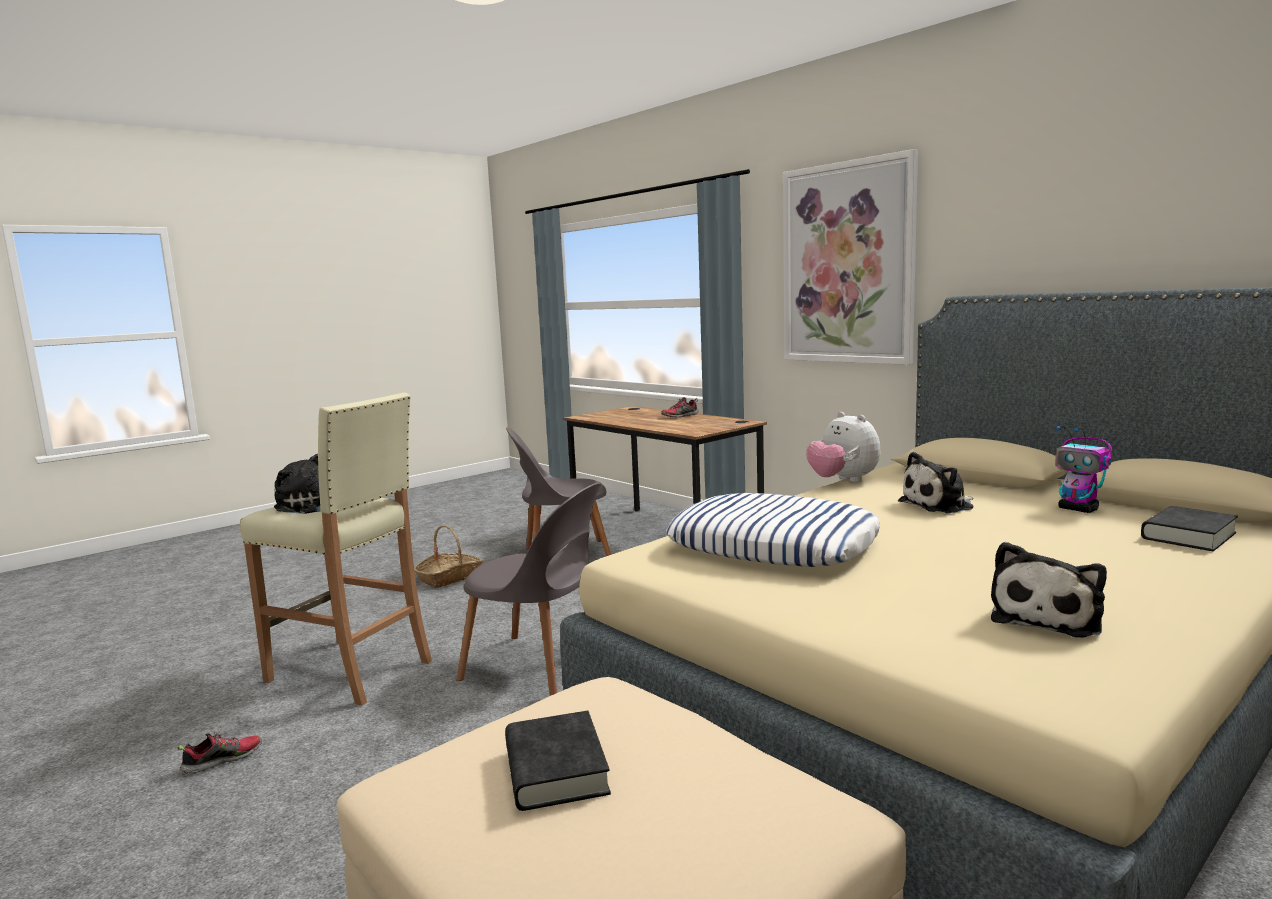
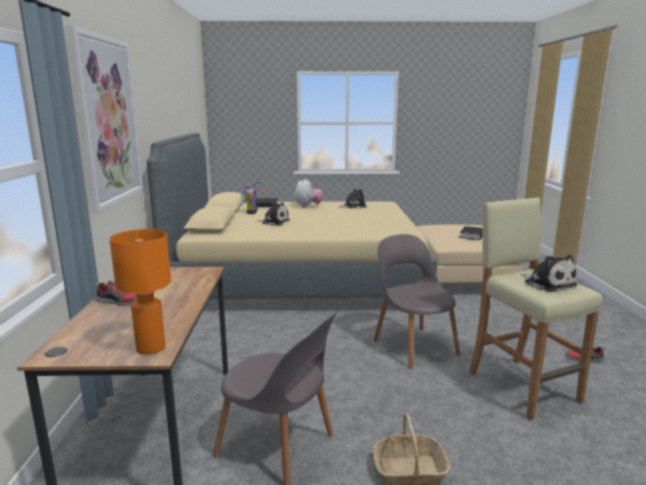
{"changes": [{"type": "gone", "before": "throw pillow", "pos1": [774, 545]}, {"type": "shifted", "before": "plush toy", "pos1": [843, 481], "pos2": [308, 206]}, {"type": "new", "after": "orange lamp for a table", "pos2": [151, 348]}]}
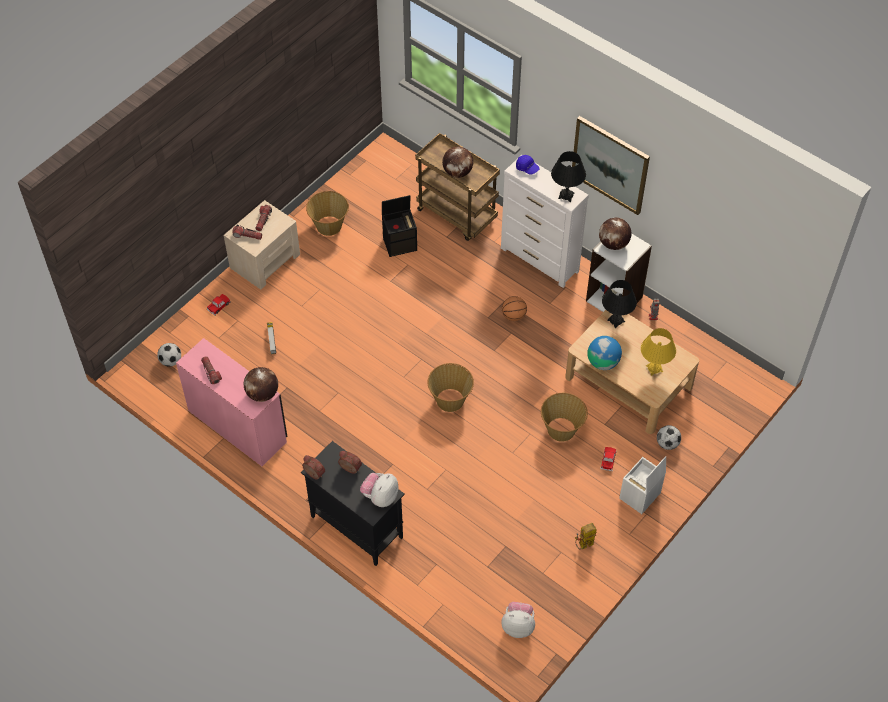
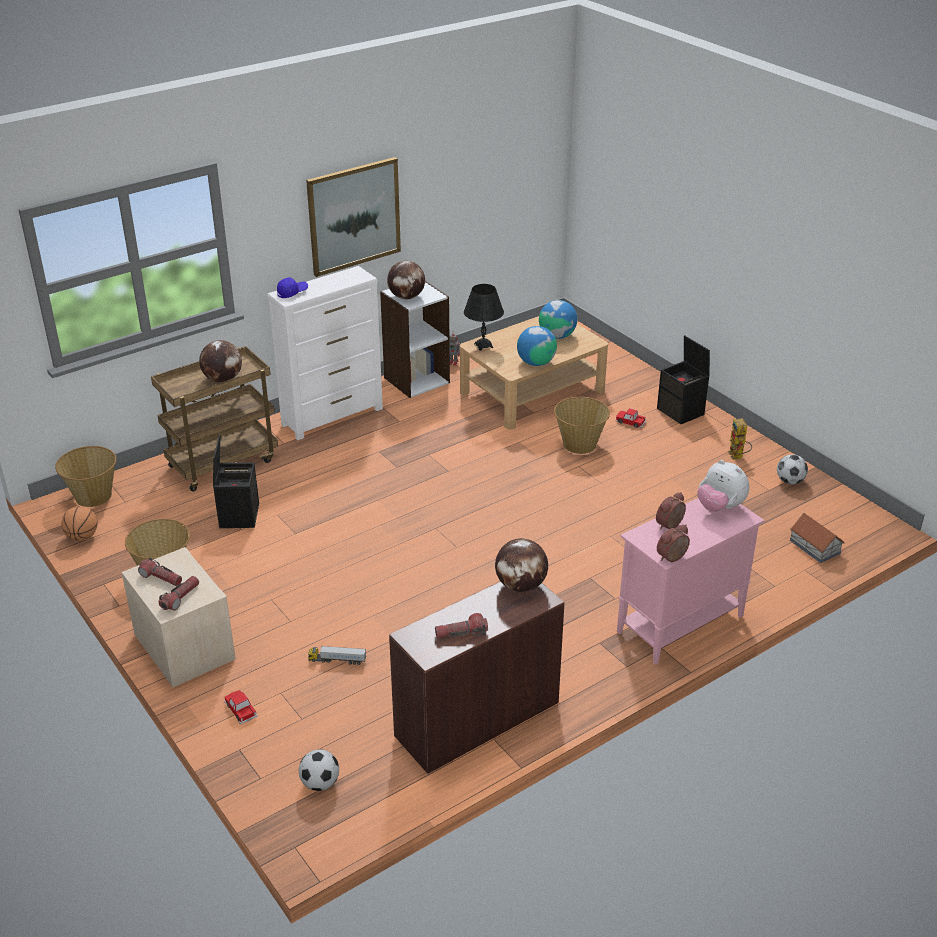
{"changes": [{"type": "repainted", "before": "pinkish desk table", "after": "brownish desk table", "pos1": [238, 425], "pos2": [476, 718]}, {"type": "repainted", "before": "blackish cabinet", "after": "pinkish cabinet", "pos1": [356, 526], "pos2": [679, 625]}, {"type": "shifted", "before": "storage basket", "pos1": [450, 399], "pos2": [93, 496]}, {"type": "gone", "before": "plush toy", "pos1": [518, 626]}, {"type": "shifted", "before": "basketball ball", "pos1": [513, 316], "pos2": [82, 537]}, {"type": "gone", "before": "blackish lamp for a table", "pos1": [566, 196]}, {"type": "repainted", "before": "white storage bin", "after": "blackish storage bin", "pos1": [640, 496], "pos2": [681, 411]}, {"type": "swapped", "before": "yellow-coloured lamp for a table", "after": "world globe", "pos1": [654, 368], "pos2": [557, 336]}, {"type": "shifted", "before": "football", "pos1": [667, 443], "pos2": [790, 481]}, {"type": "new", "after": "model house", "pos2": [815, 547]}]}
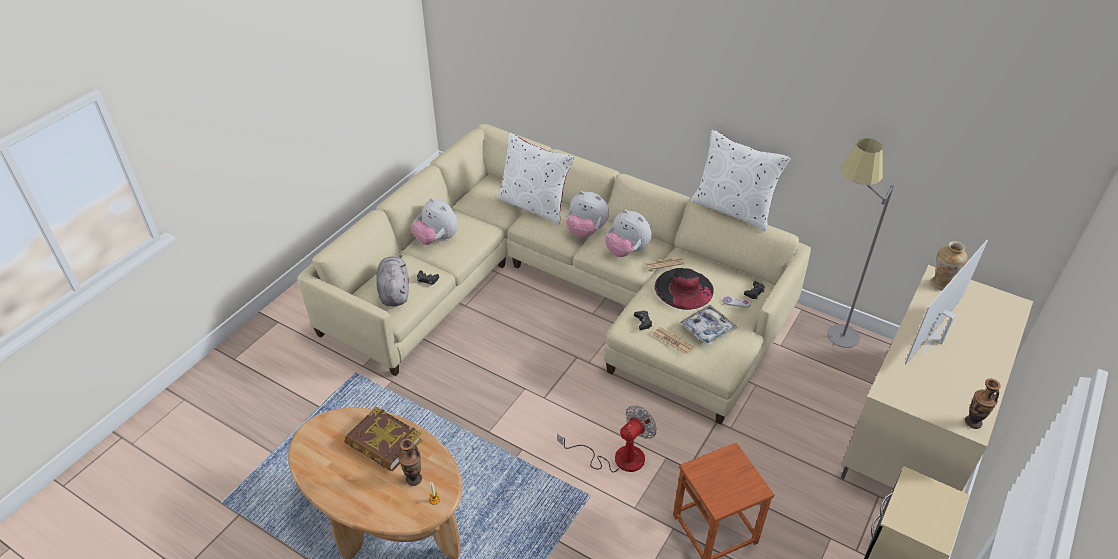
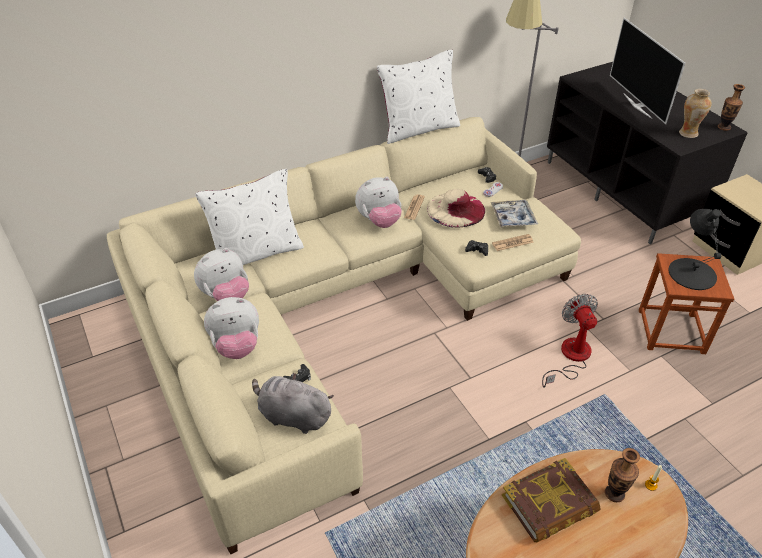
{"changes": [{"type": "shifted", "before": "plush toy", "pos1": [586, 231], "pos2": [226, 296]}, {"type": "repainted", "before": "blackish clothing hat", "after": "sand-coloured clothing hat", "pos1": [684, 288], "pos2": [455, 209]}, {"type": "repainted", "before": "sand-coloured tv stand", "after": "blackish tv stand", "pos1": [917, 431], "pos2": [625, 190]}, {"type": "shifted", "before": "decorative vase", "pos1": [940, 284], "pos2": [688, 133]}, {"type": "new", "after": "blackish lamp for a table", "pos2": [692, 273]}]}
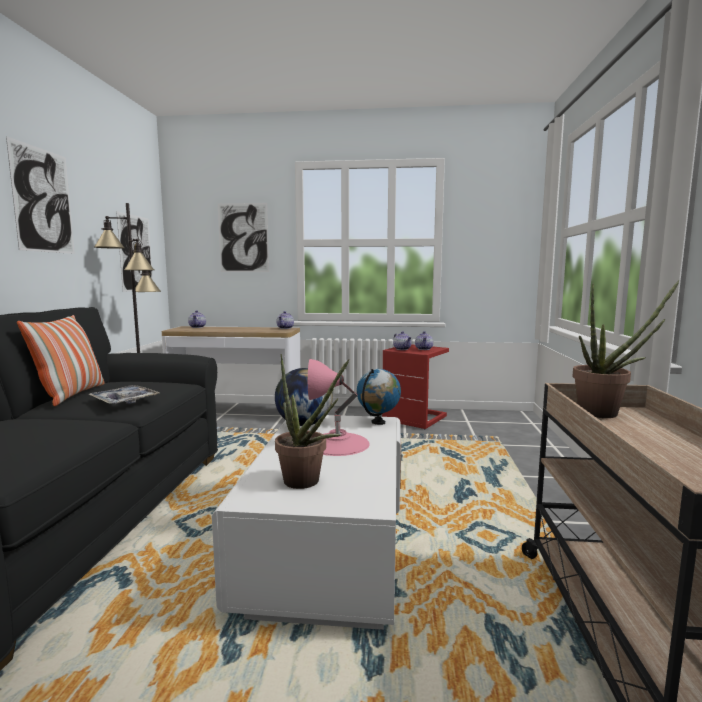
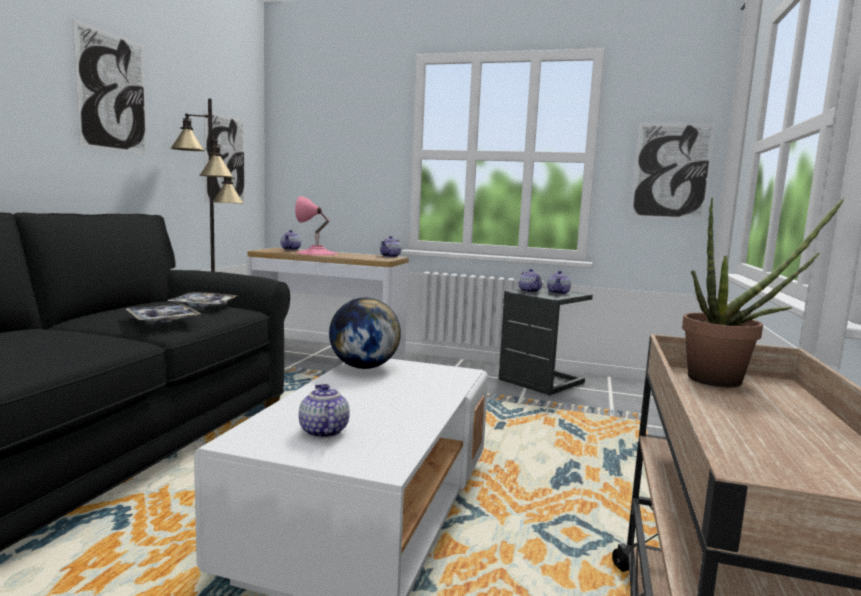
{"changes": [{"type": "gone", "before": "throw pillow", "pos1": [71, 395]}, {"type": "shifted", "before": "wall art", "pos1": [243, 238], "pos2": [671, 171]}, {"type": "swapped", "before": "plant in a pot", "after": "pot for tea", "pos1": [307, 483], "pos2": [322, 431]}, {"type": "shifted", "before": "pinkish lamp for a table", "pos1": [337, 443], "pos2": [316, 253]}, {"type": "gone", "before": "world globe", "pos1": [378, 422]}, {"type": "repainted", "before": "reddish side table", "after": "greyish side table", "pos1": [416, 418], "pos2": [543, 382]}, {"type": "new", "after": "tray", "pos2": [203, 305]}]}
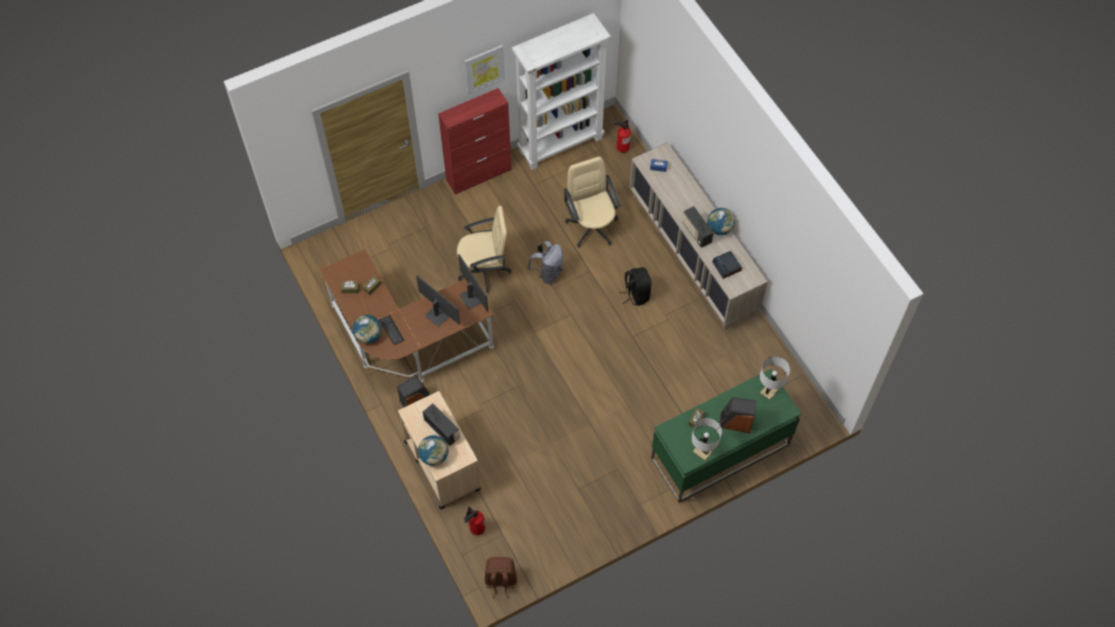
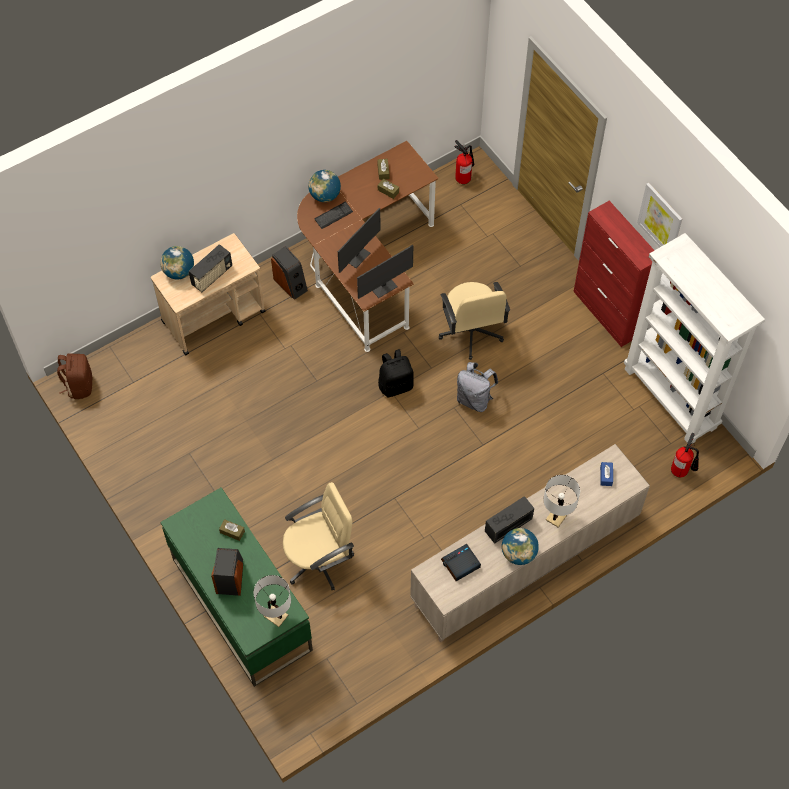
{"changes": [{"type": "shifted", "before": "fire-fighting cylinder", "pos1": [475, 527], "pos2": [464, 177]}, {"type": "shifted", "before": "sand-coloured office chair", "pos1": [592, 226], "pos2": [319, 560]}, {"type": "shifted", "before": "blackish backpack", "pos1": [636, 294], "pos2": [396, 385]}, {"type": "shifted", "before": "white lamp for a table", "pos1": [702, 451], "pos2": [556, 516]}]}
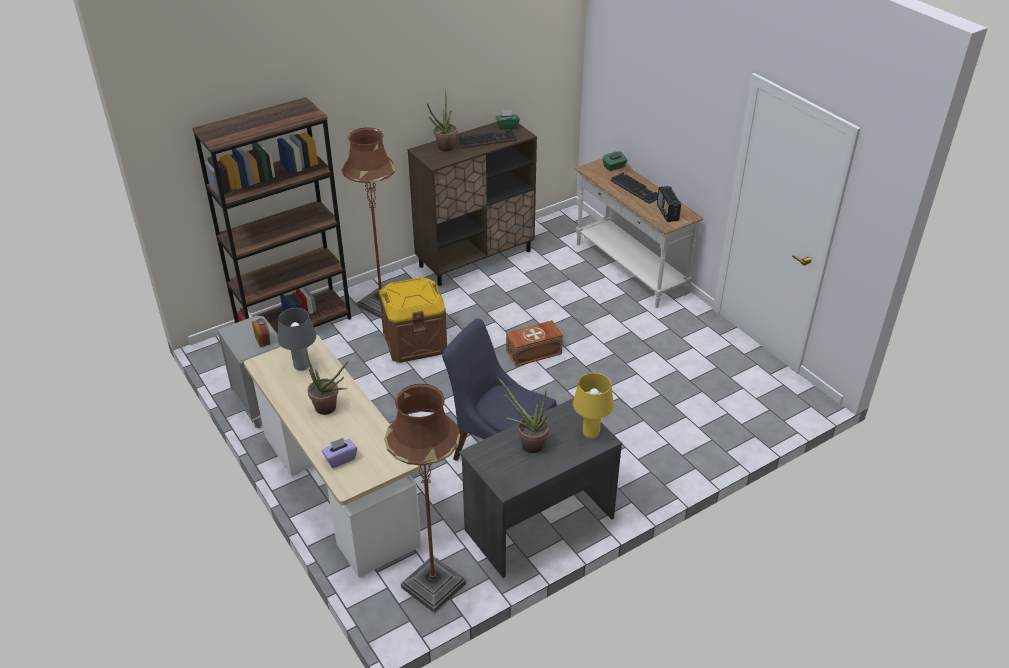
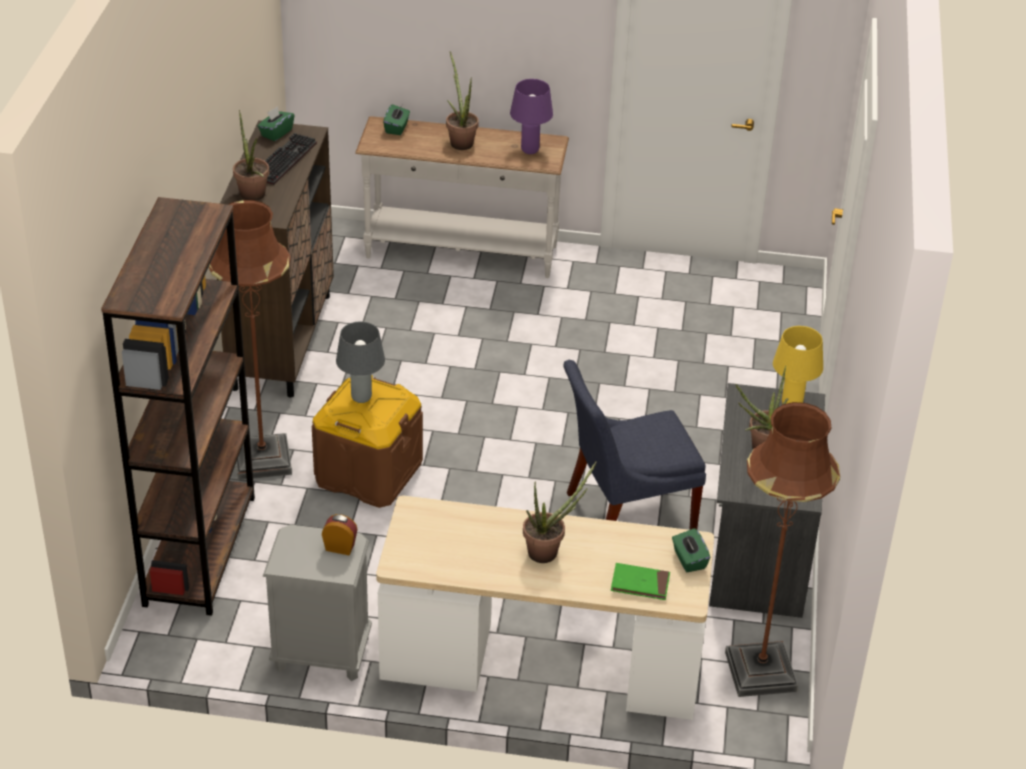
{"changes": [{"type": "shifted", "before": "greyish lamp for a table", "pos1": [301, 367], "pos2": [361, 398]}, {"type": "swapped", "before": "purple box of tissues", "after": "green volume", "pos1": [340, 459], "pos2": [640, 584]}, {"type": "gone", "before": "brownish storage bin", "pos1": [535, 353]}, {"type": "swapped", "before": "computer keyboard", "after": "plant in a pot", "pos1": [636, 189], "pos2": [460, 141]}, {"type": "swapped", "before": "radio receiver", "after": "purple lamp for a table", "pos1": [667, 213], "pos2": [530, 150]}, {"type": "new", "after": "green box of tissues", "pos2": [689, 560]}]}
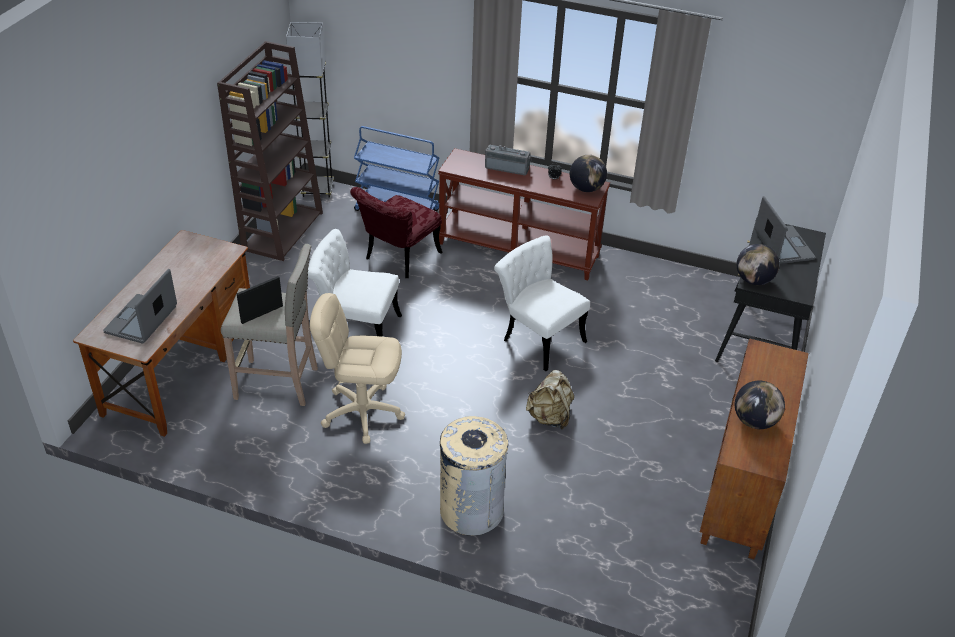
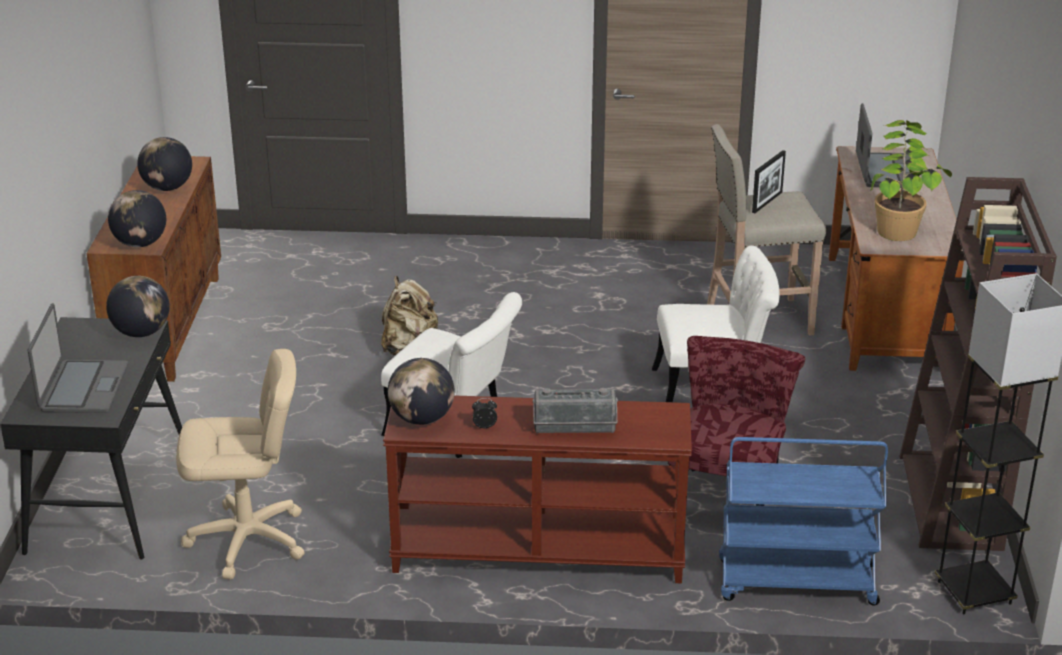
{"changes": [{"type": "shifted", "before": "sand-coloured office chair", "pos1": [362, 412], "pos2": [248, 540]}, {"type": "gone", "before": "sand-coloured trash can", "pos1": [471, 510]}, {"type": "rotated", "before": "portable computer", "pos1": [782, 246], "pos2": [83, 388], "turn": -150}, {"type": "new", "after": "world globe", "pos2": [140, 243]}, {"type": "new", "after": "plant in a pot", "pos2": [899, 223]}]}
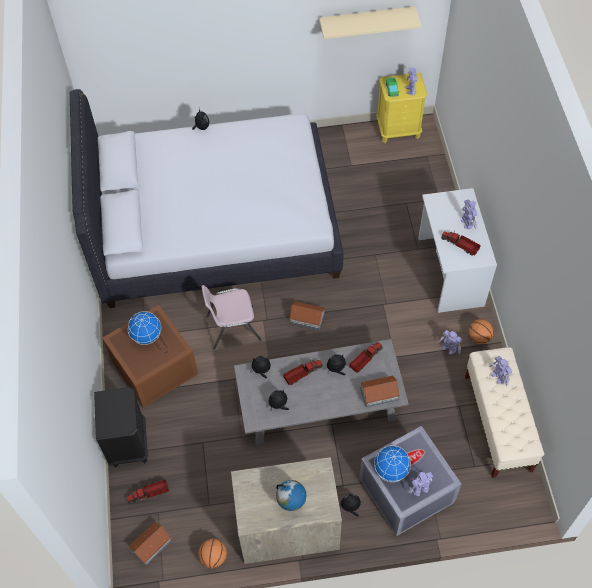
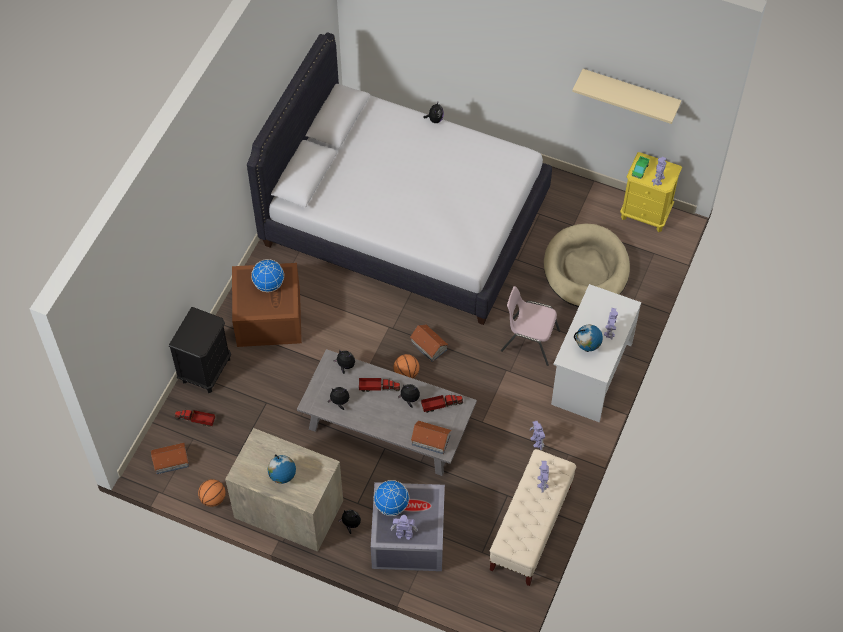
{"changes": [{"type": "shifted", "before": "pinkish chair", "pos1": [232, 327], "pos2": [529, 340]}, {"type": "swapped", "before": "toy lorry", "after": "world globe", "pos1": [460, 245], "pos2": [587, 348]}, {"type": "shifted", "before": "basketball ball", "pos1": [479, 337], "pos2": [406, 373]}, {"type": "new", "after": "sand-coloured dog cushion", "pos2": [586, 269]}]}
